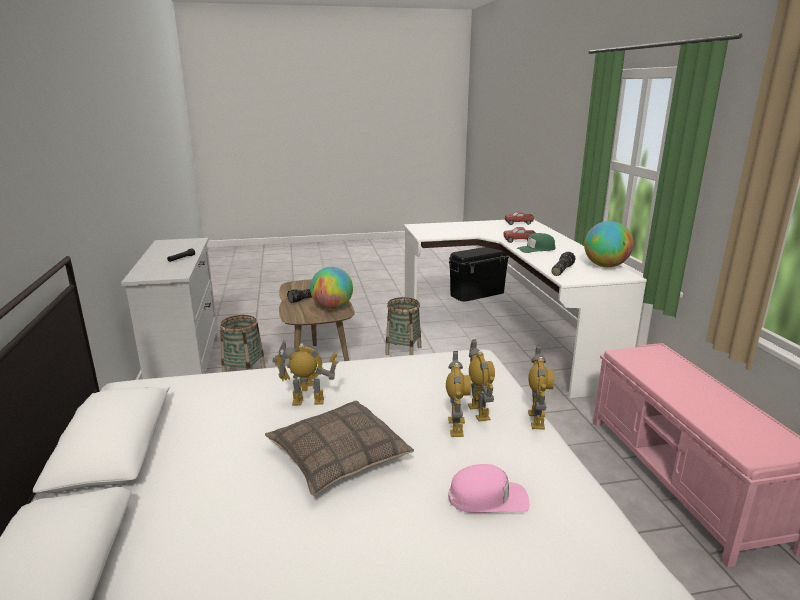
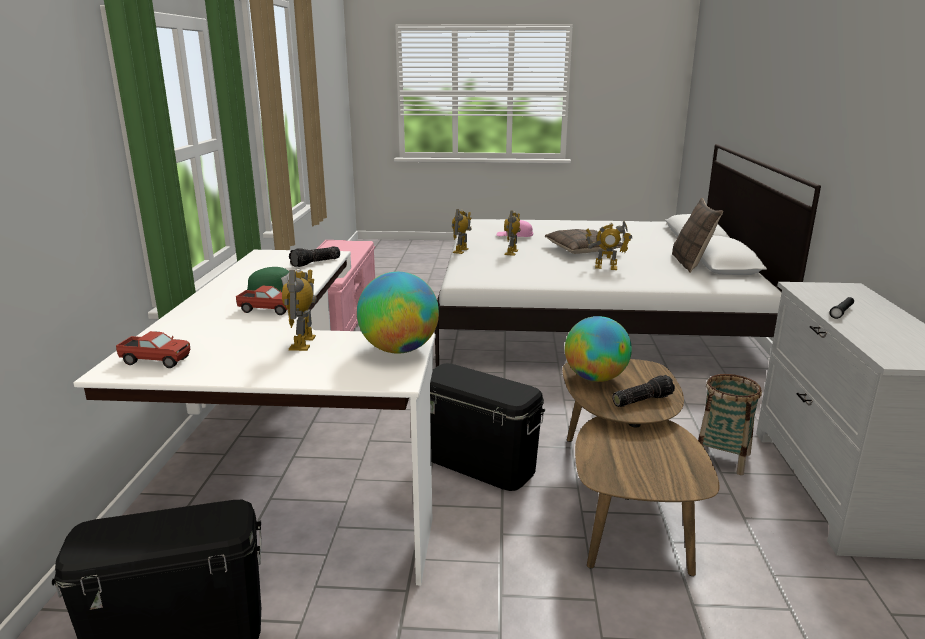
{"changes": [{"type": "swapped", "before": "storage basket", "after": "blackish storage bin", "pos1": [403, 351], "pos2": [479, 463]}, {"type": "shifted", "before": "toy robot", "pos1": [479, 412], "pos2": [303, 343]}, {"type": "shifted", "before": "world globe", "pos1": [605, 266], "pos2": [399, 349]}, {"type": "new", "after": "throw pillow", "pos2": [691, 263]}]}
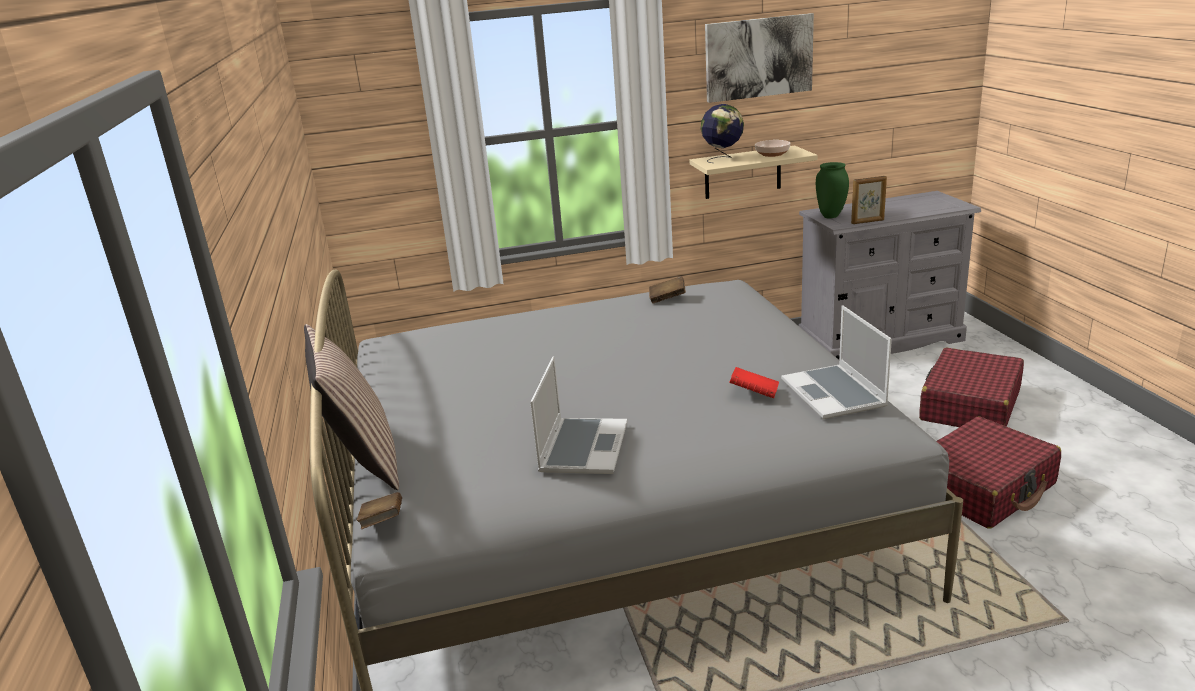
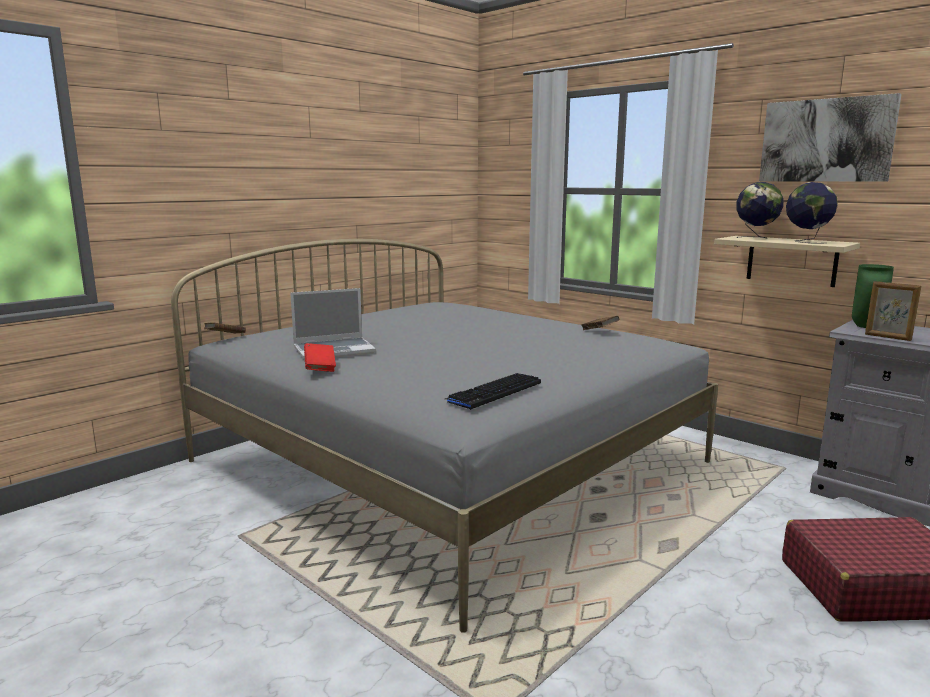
{"changes": [{"type": "gone", "before": "throw pillow", "pos1": [362, 461]}, {"type": "shifted", "before": "reddish volume", "pos1": [754, 394], "pos2": [320, 368]}, {"type": "swapped", "before": "serving bowl", "after": "world globe", "pos1": [772, 154], "pos2": [806, 241]}, {"type": "swapped", "before": "portable computer", "after": "computer keyboard", "pos1": [835, 394], "pos2": [494, 392]}, {"type": "gone", "before": "reddish suitcase", "pos1": [982, 488]}]}
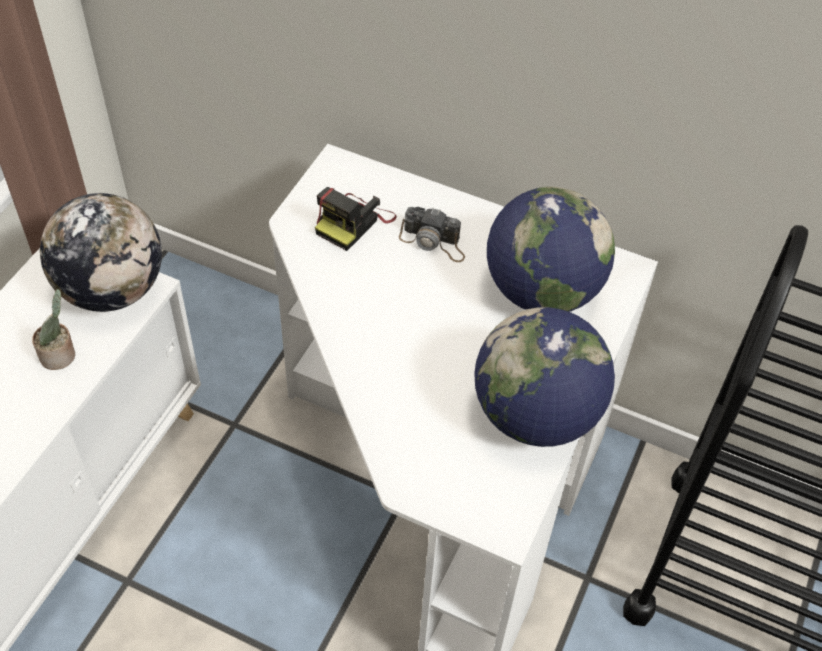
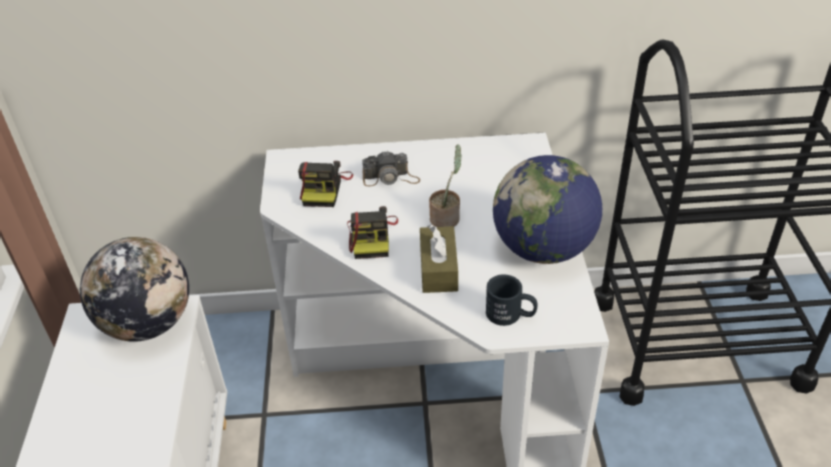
{"changes": [{"type": "shifted", "before": "plant in a pot", "pos1": [60, 355], "pos2": [446, 218]}, {"type": "gone", "before": "world globe", "pos1": [542, 291]}, {"type": "new", "after": "photo camera", "pos2": [372, 237]}, {"type": "new", "after": "brownish box of tissues", "pos2": [438, 269]}, {"type": "new", "after": "blackish mug", "pos2": [510, 314]}]}
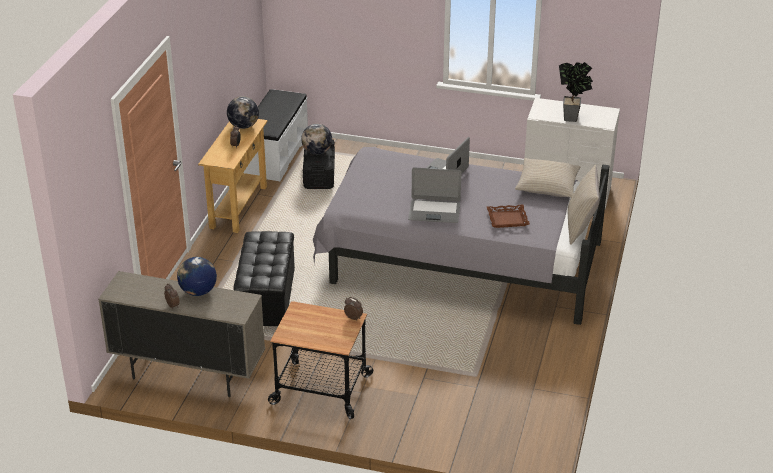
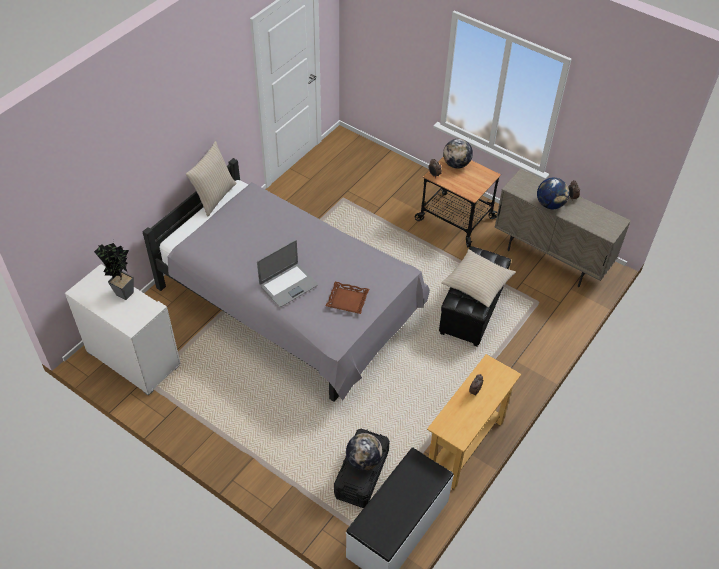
{"changes": [{"type": "shifted", "before": "world globe", "pos1": [243, 126], "pos2": [456, 164]}, {"type": "gone", "before": "portable computer", "pos1": [434, 211]}, {"type": "shifted", "before": "brownish tray", "pos1": [507, 219], "pos2": [347, 300]}, {"type": "shifted", "before": "sand-coloured throw pillow", "pos1": [547, 185], "pos2": [477, 283]}]}
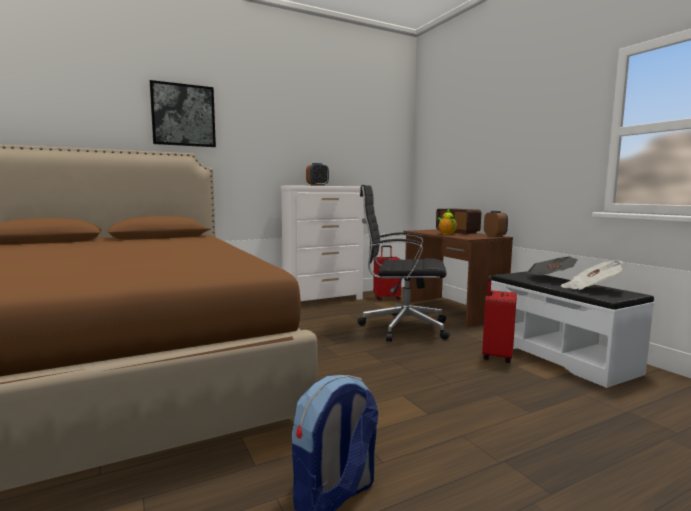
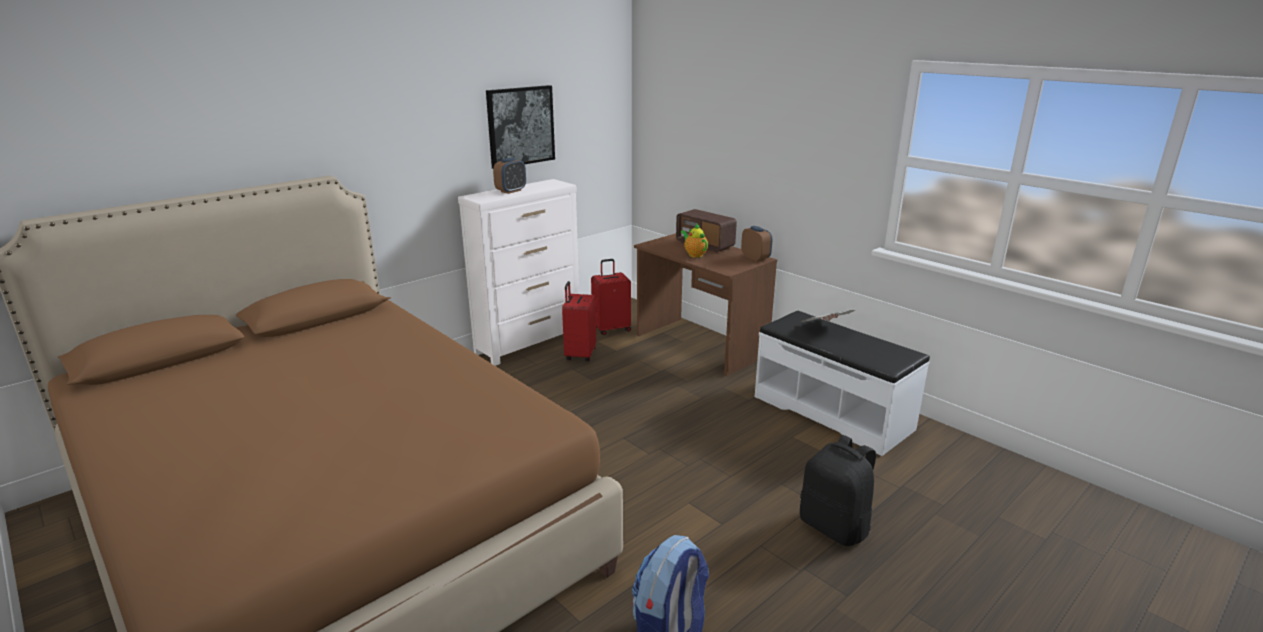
{"changes": [{"type": "shifted", "before": "wall art", "pos1": [183, 115], "pos2": [520, 126]}, {"type": "gone", "before": "blackish office chair", "pos1": [402, 327]}, {"type": "shifted", "before": "reddish suitcase", "pos1": [496, 356], "pos2": [579, 355]}, {"type": "gone", "before": "daily paper", "pos1": [590, 289]}, {"type": "new", "after": "blackish backpack", "pos2": [835, 527]}]}
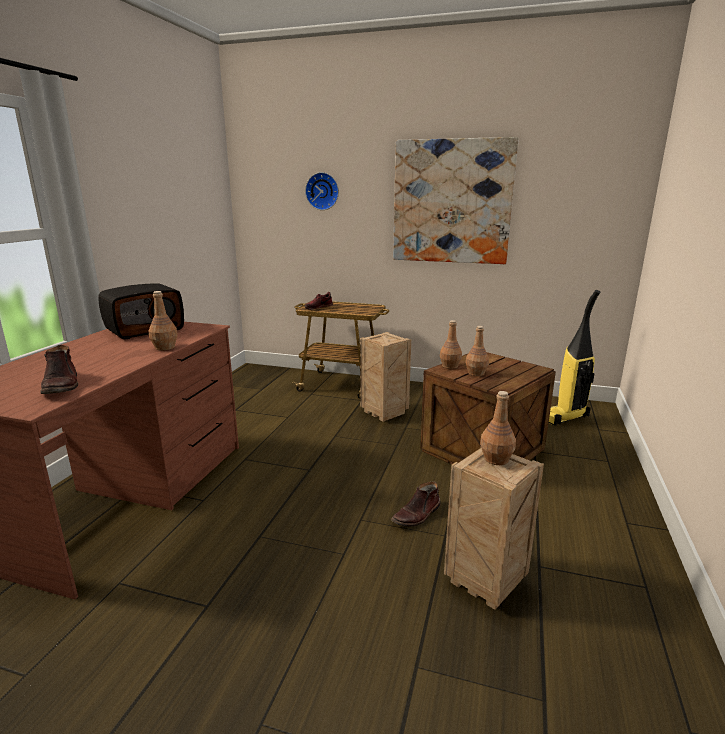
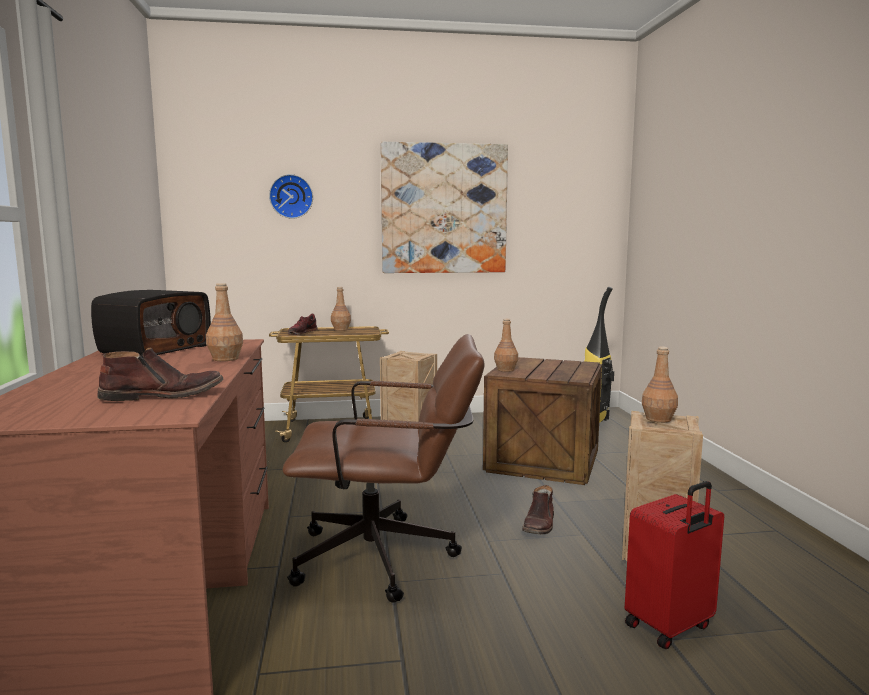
{"changes": [{"type": "rotated", "before": "brownish boot", "pos1": [62, 385], "pos2": [163, 395], "turn": -60}, {"type": "shifted", "before": "brownish beverage bottle", "pos1": [476, 373], "pos2": [341, 329]}, {"type": "new", "after": "brownish office chair", "pos2": [389, 558]}, {"type": "new", "after": "reddish suitcase", "pos2": [670, 627]}]}
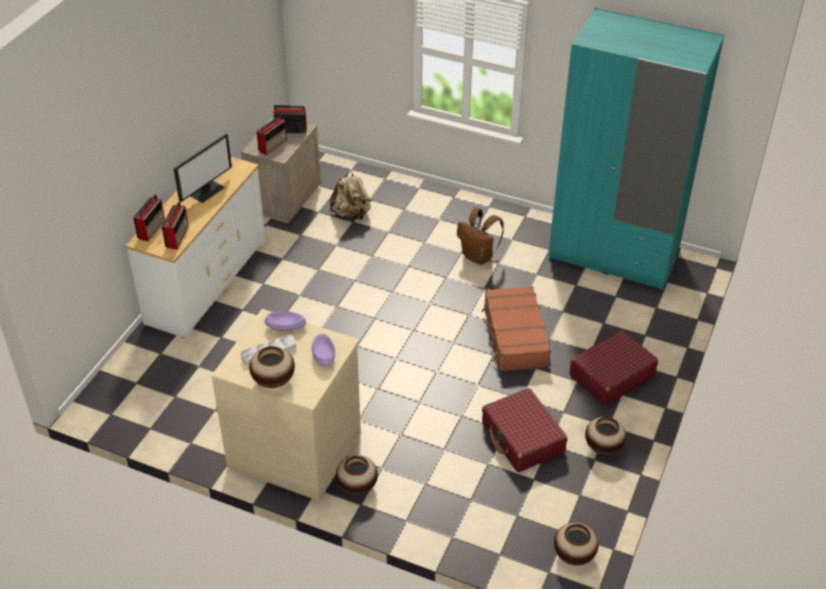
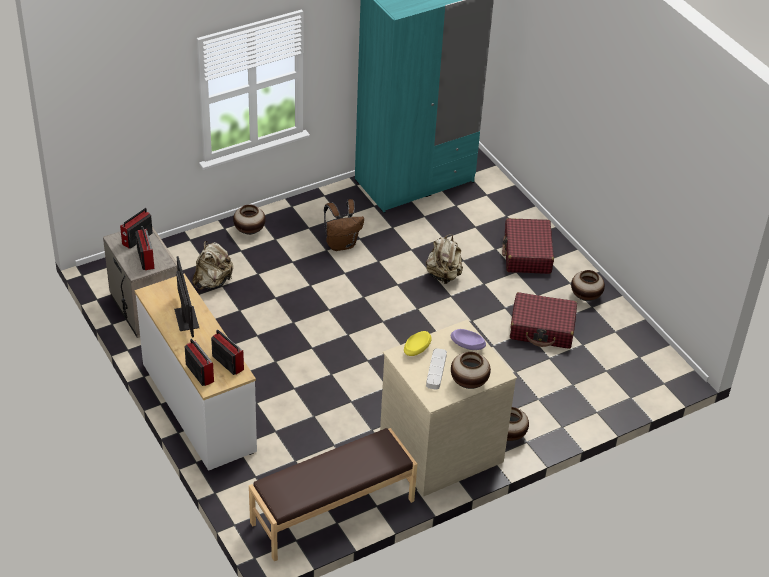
{"changes": [{"type": "repainted", "before": "purple serving bowl", "after": "yellow-coloured serving bowl", "pos1": [285, 327], "pos2": [417, 349]}, {"type": "swapped", "before": "brownish suitcase", "after": "sand-coloured backpack", "pos1": [514, 336], "pos2": [443, 275]}, {"type": "shifted", "before": "decorative vase", "pos1": [574, 556], "pos2": [249, 231]}, {"type": "new", "after": "brownish bench", "pos2": [333, 512]}]}
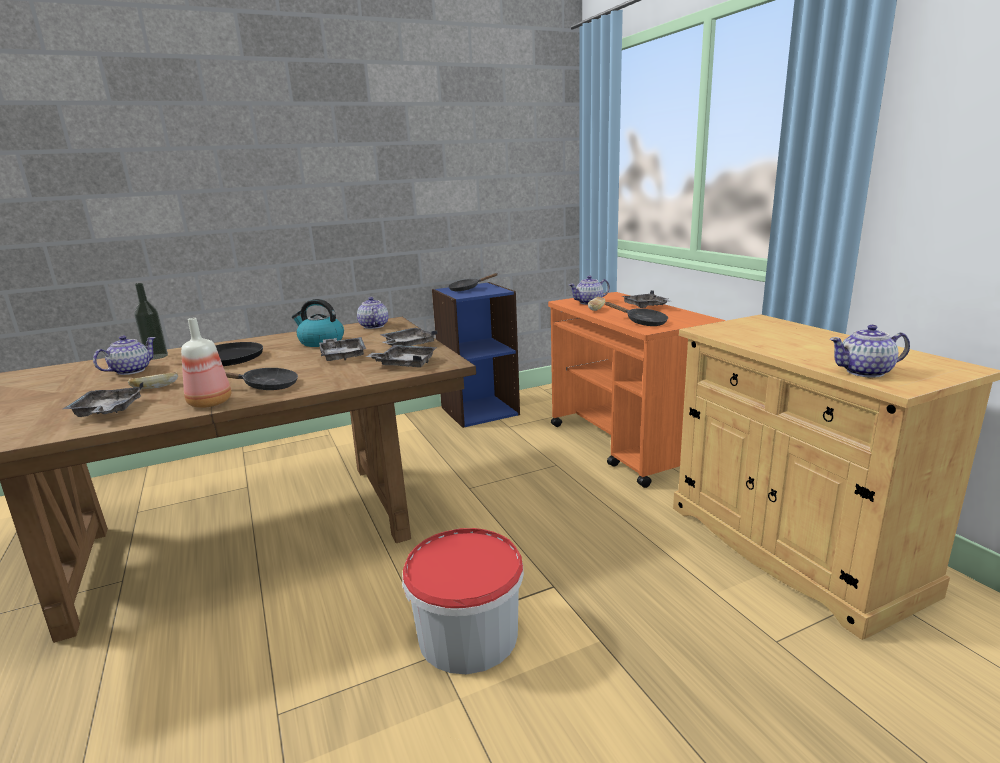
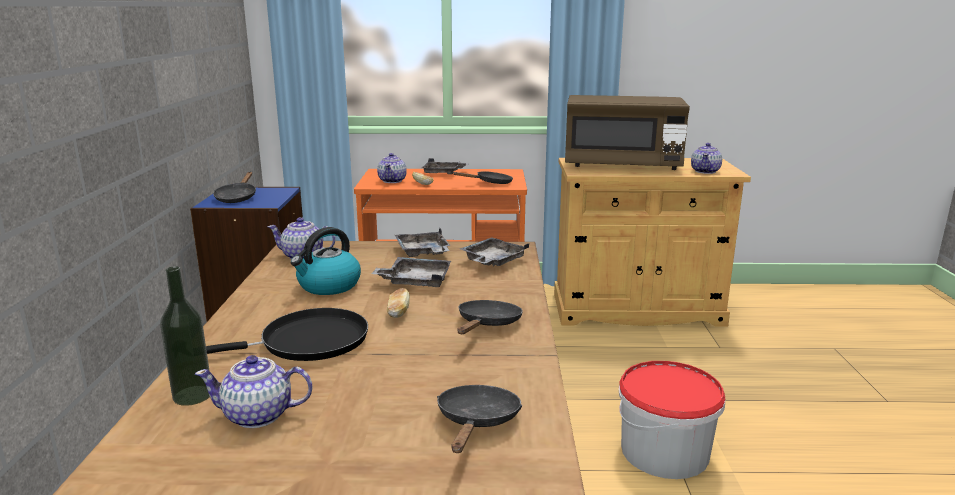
{"changes": [{"type": "swapped", "before": "greyish tray", "after": "blackish frying pan", "pos1": [108, 411], "pos2": [477, 422]}, {"type": "rotated", "before": "pot for tea", "pos1": [130, 371], "pos2": [259, 415], "turn": -60}, {"type": "shifted", "before": "bakery bread", "pos1": [155, 388], "pos2": [398, 312]}, {"type": "gone", "before": "beverage bottle", "pos1": [210, 403]}, {"type": "new", "after": "brownish kitchen microwave", "pos2": [621, 165]}]}
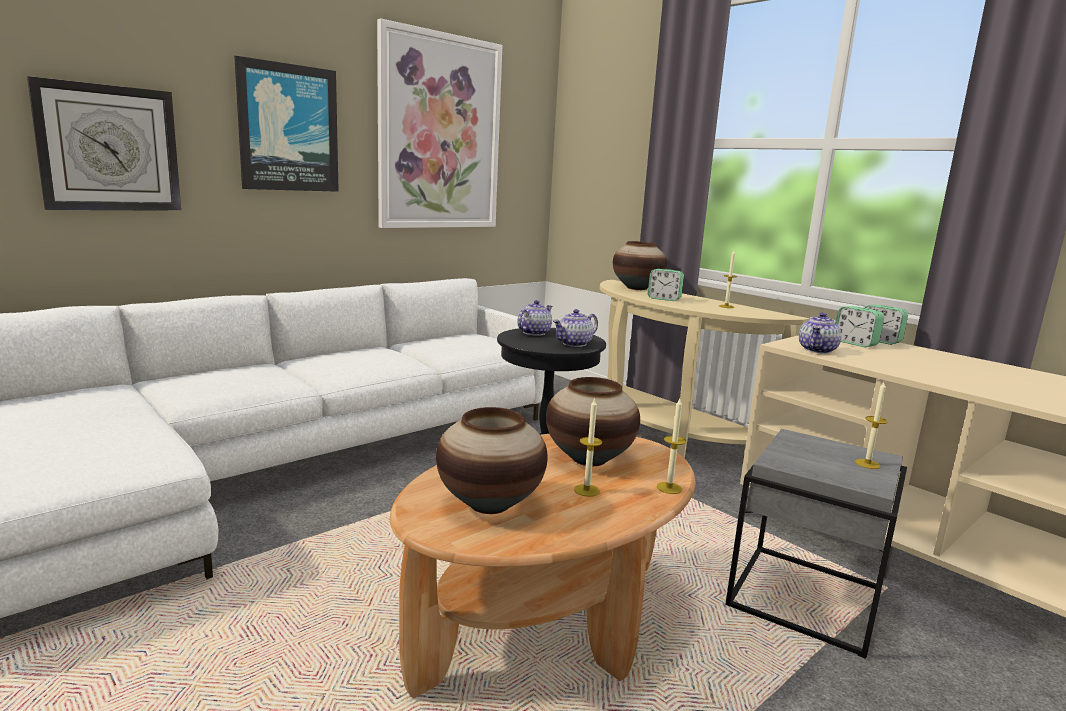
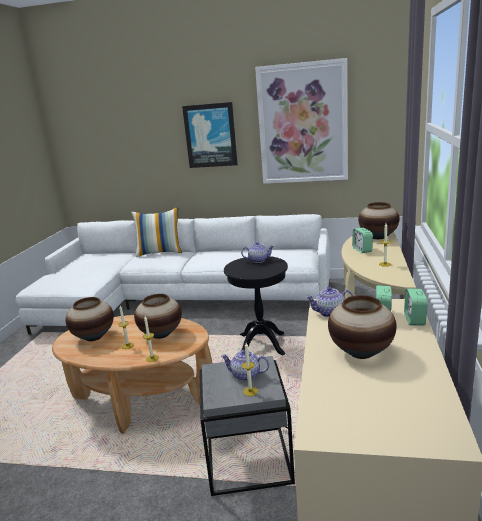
{"changes": [{"type": "gone", "before": "hanging clock", "pos1": [109, 148]}, {"type": "shifted", "before": "pot for tea", "pos1": [574, 344], "pos2": [245, 375]}, {"type": "new", "after": "throw pillow", "pos2": [160, 252]}, {"type": "new", "after": "decorative vase", "pos2": [361, 352]}]}
